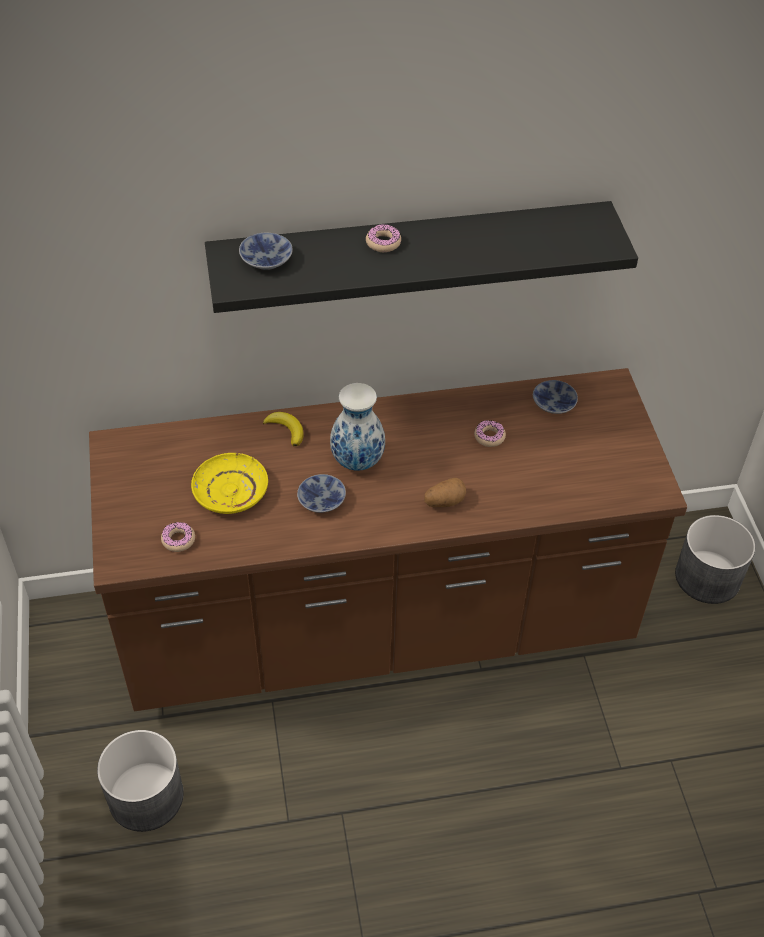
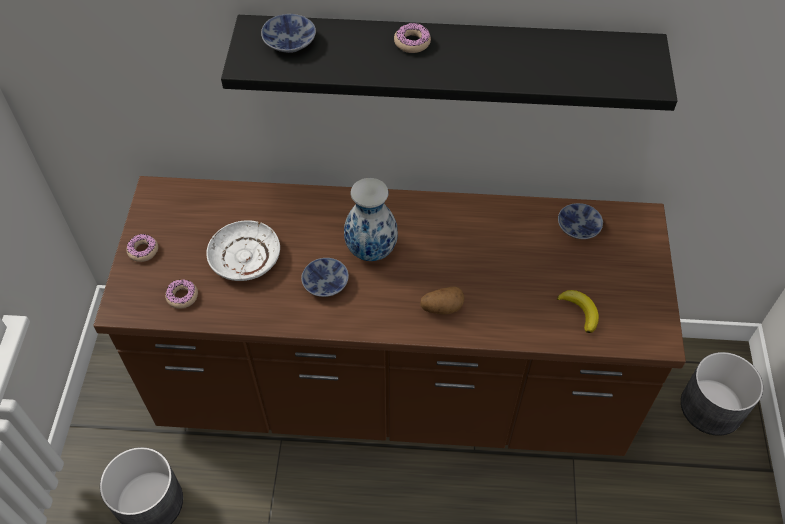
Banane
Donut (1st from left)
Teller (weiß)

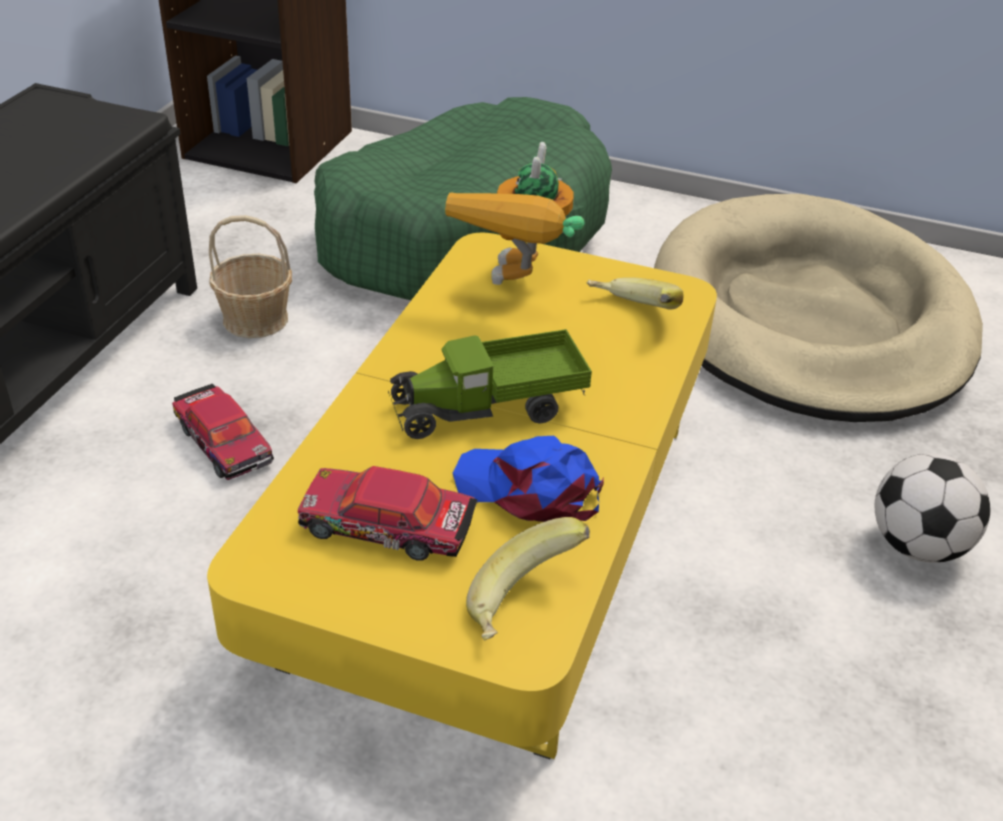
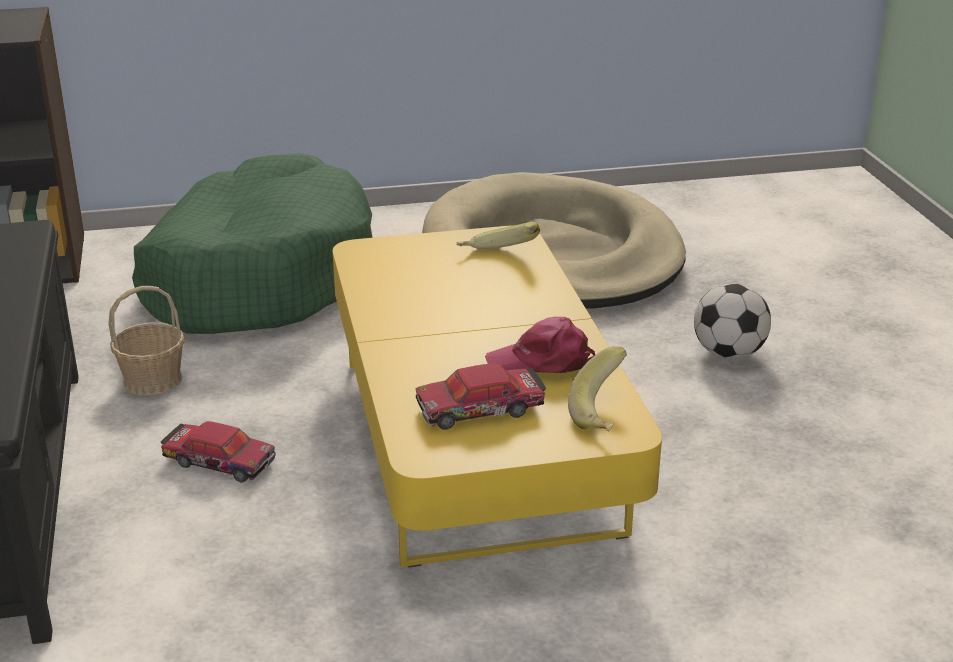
Spielzeugroboter
Spielzeuglaster
Kappe (rosa)

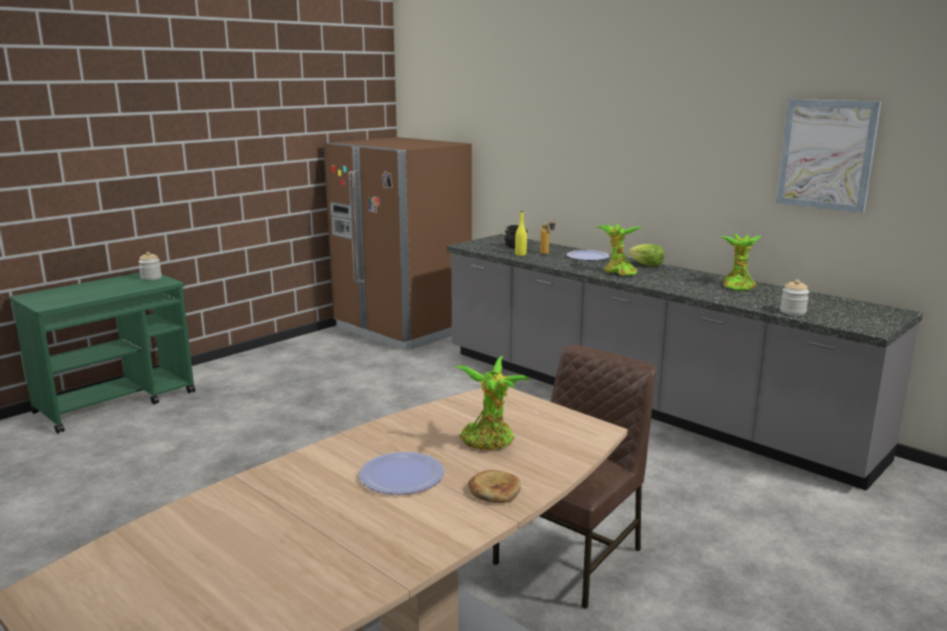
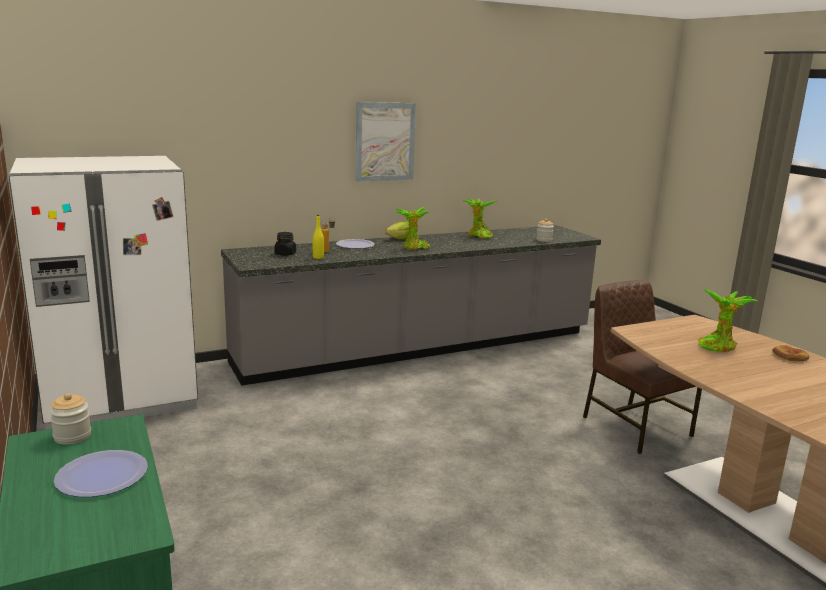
Bild
Kühlschrank (weiß)
Teller (1st from left)

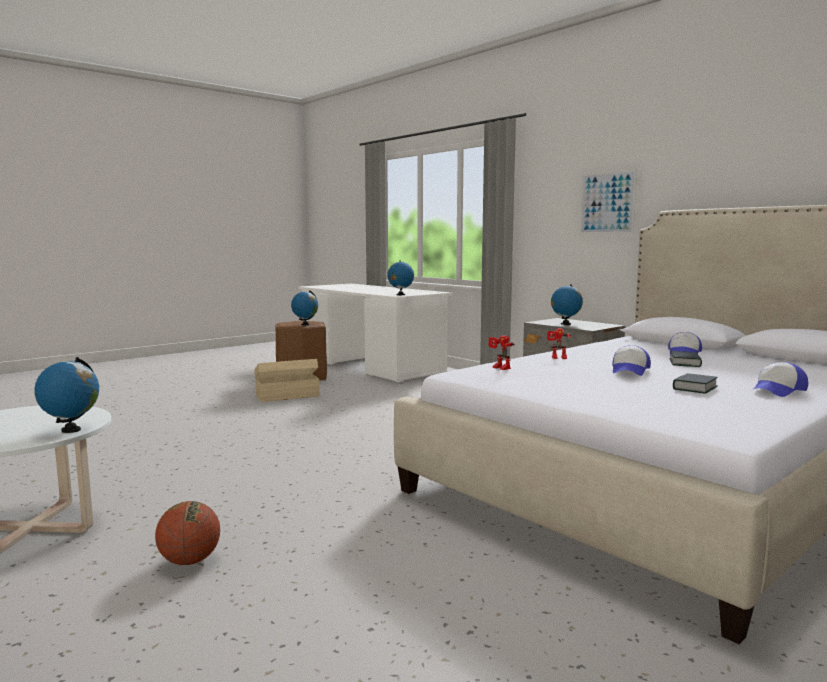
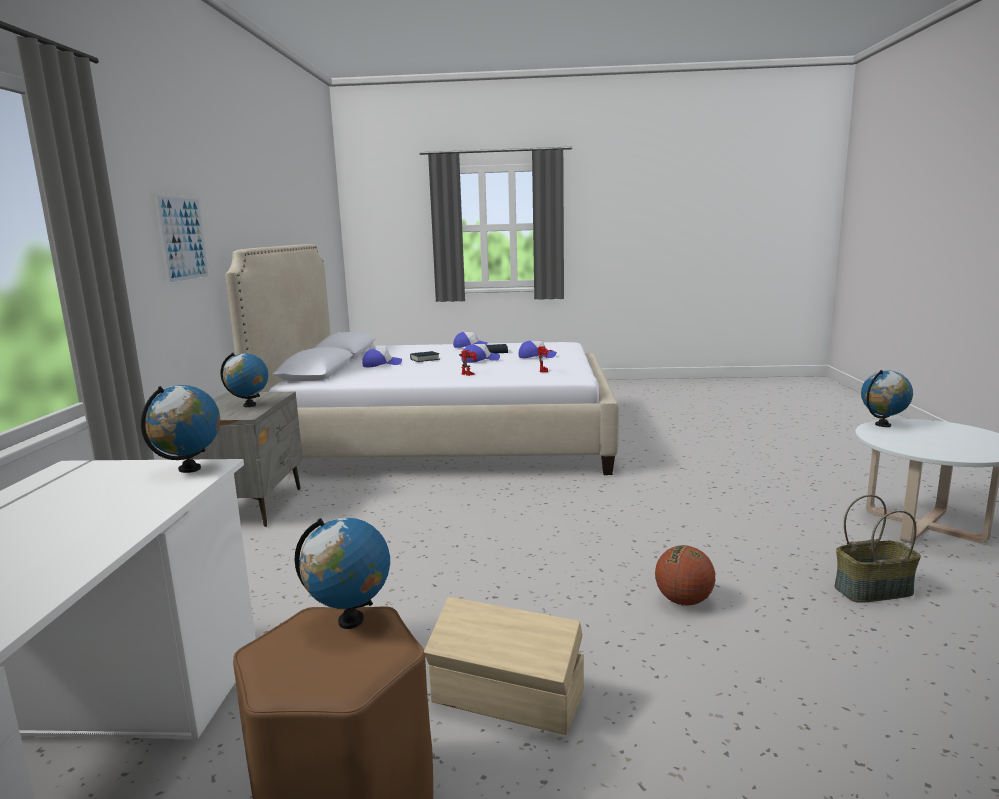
Basketball
Kappe (4th from left)
Korb

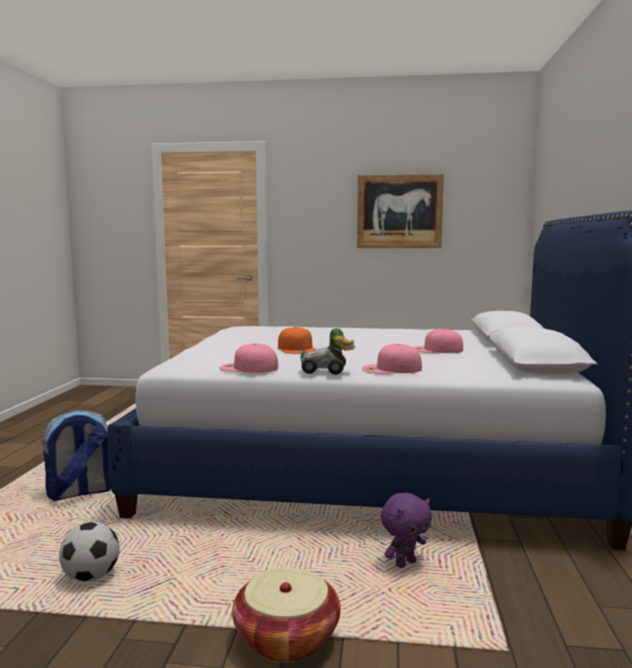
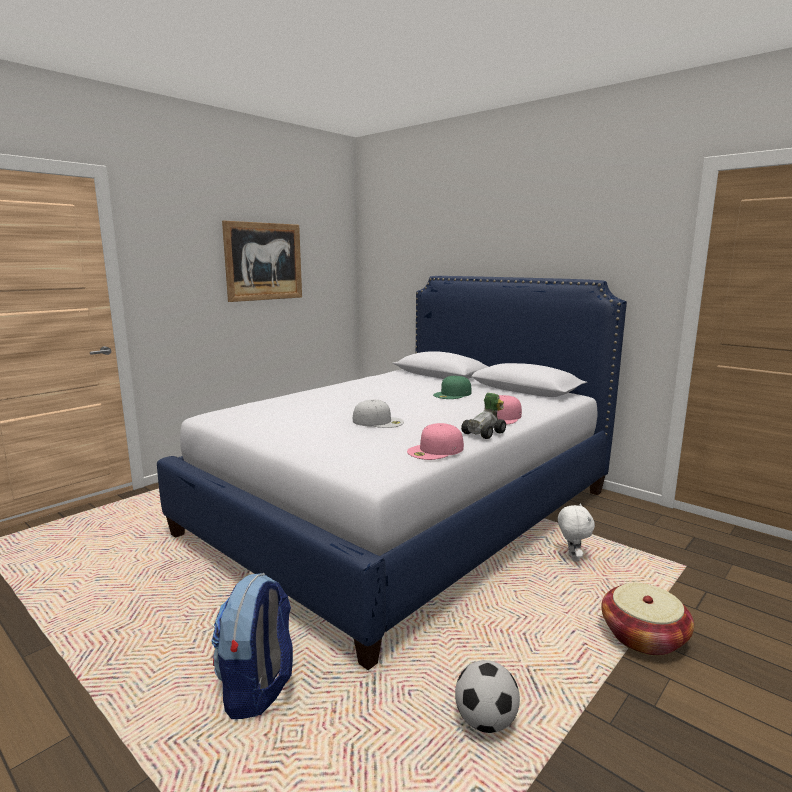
Kappe (weiß)
Kappe (grün)
Plüschtier (weiß)

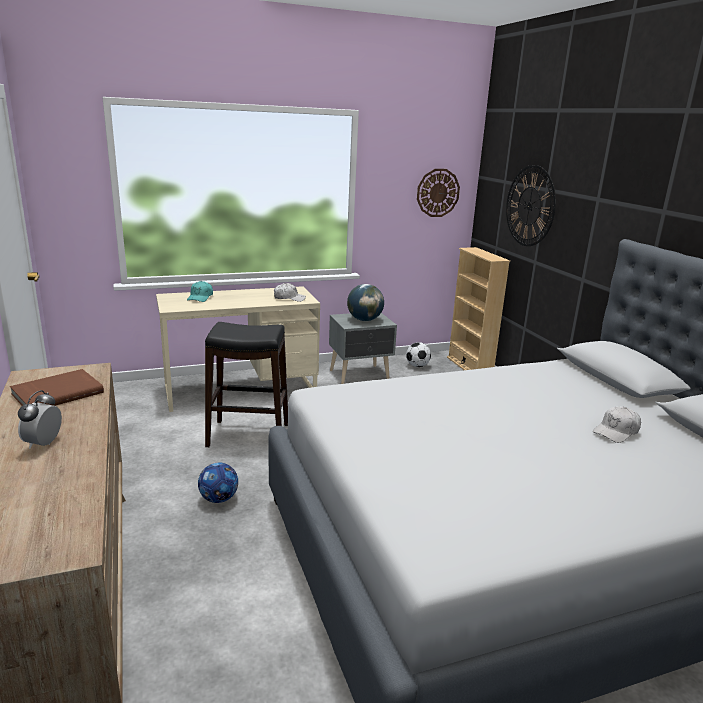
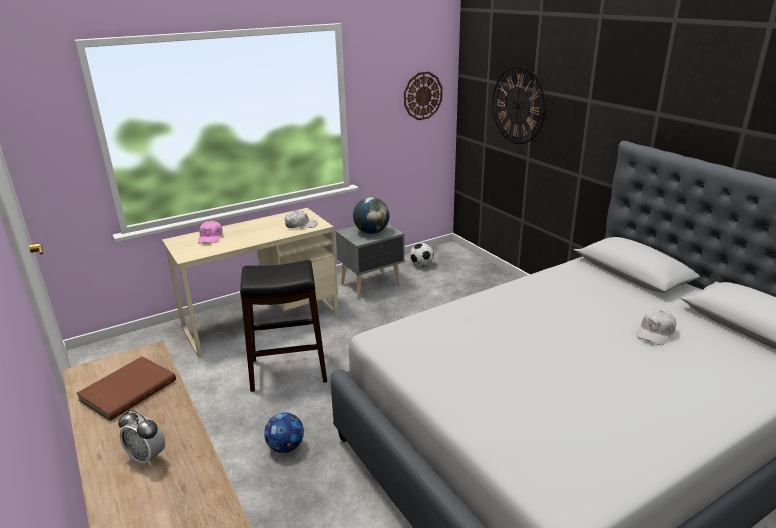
Bücherregal (beige)
Kappe (rosa)
Wecker

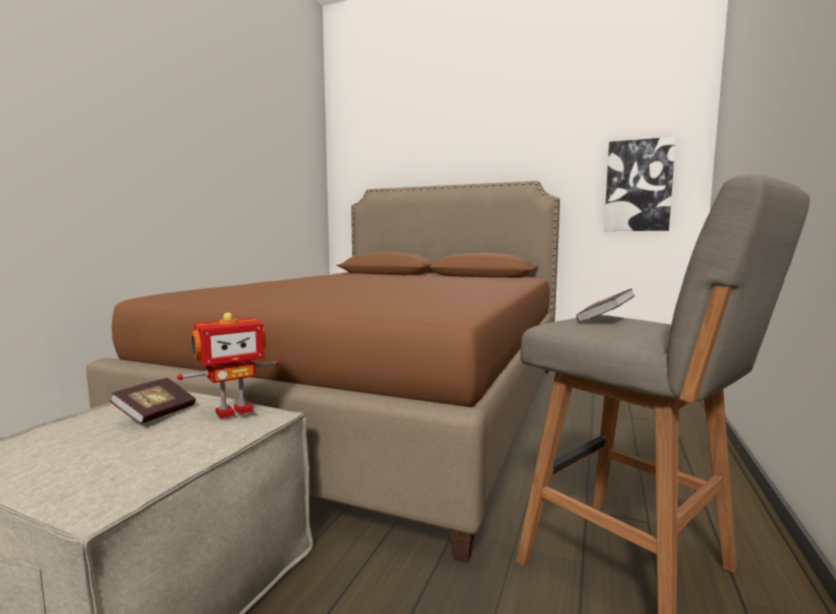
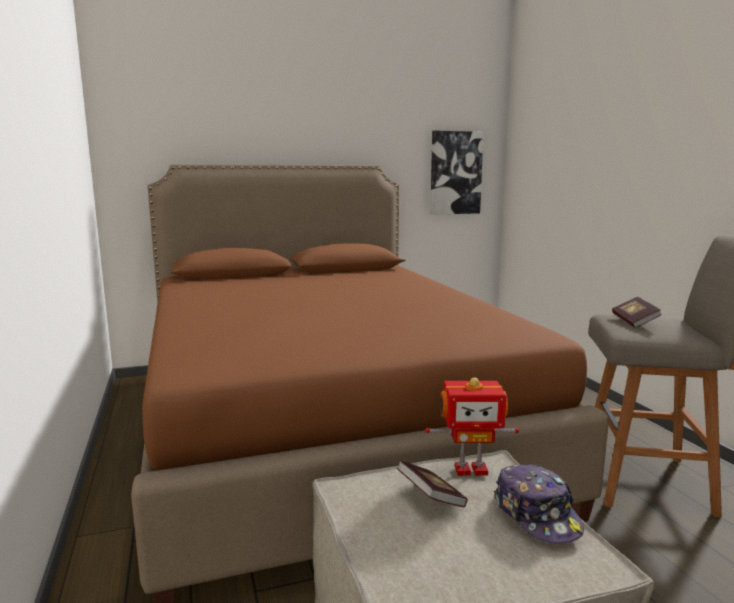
Spielzeugroboter
Kappe

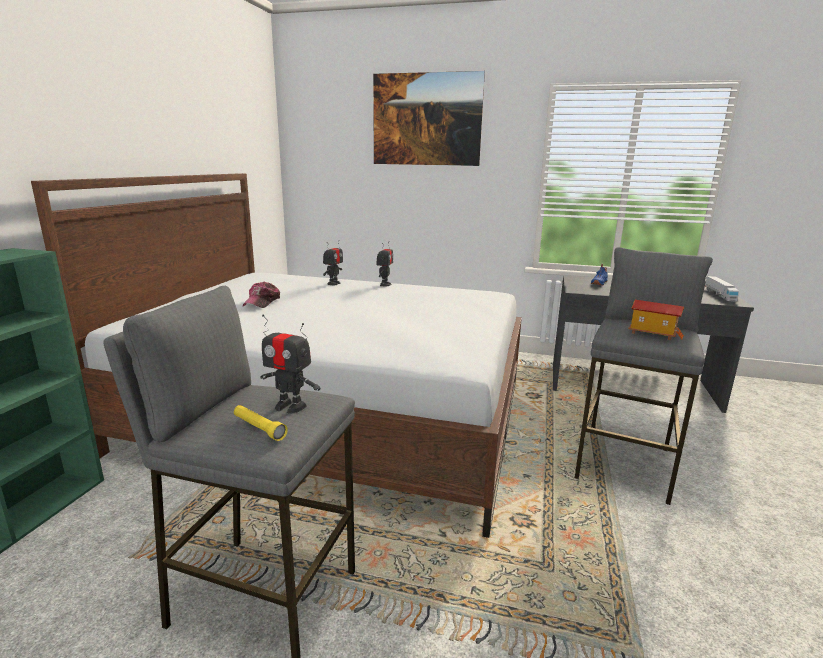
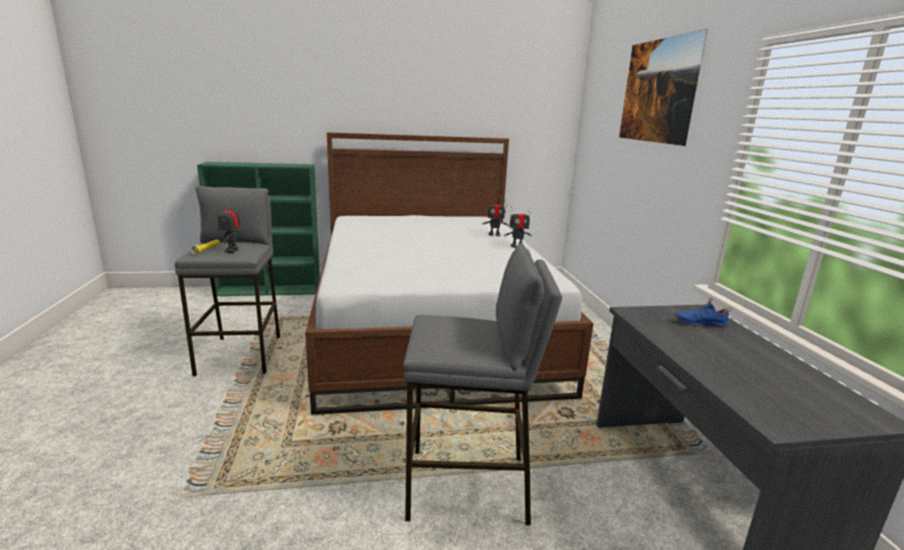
Spielzeuglaster
Kappe
Spielzeughaus

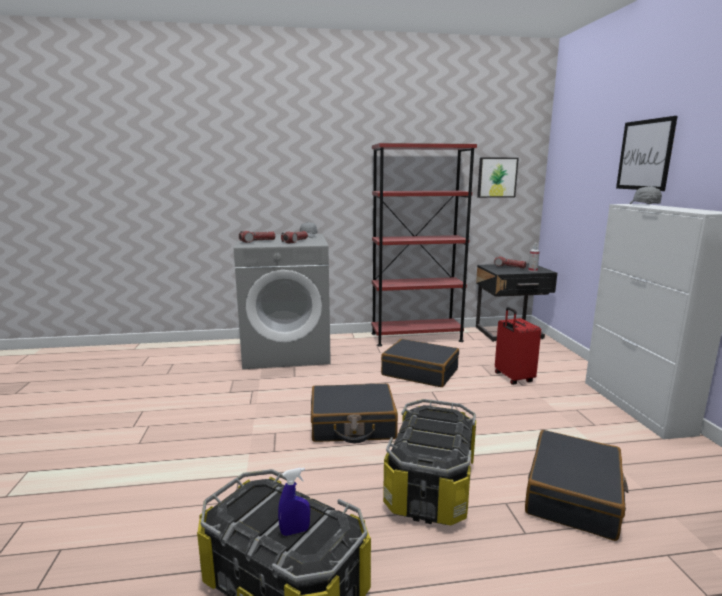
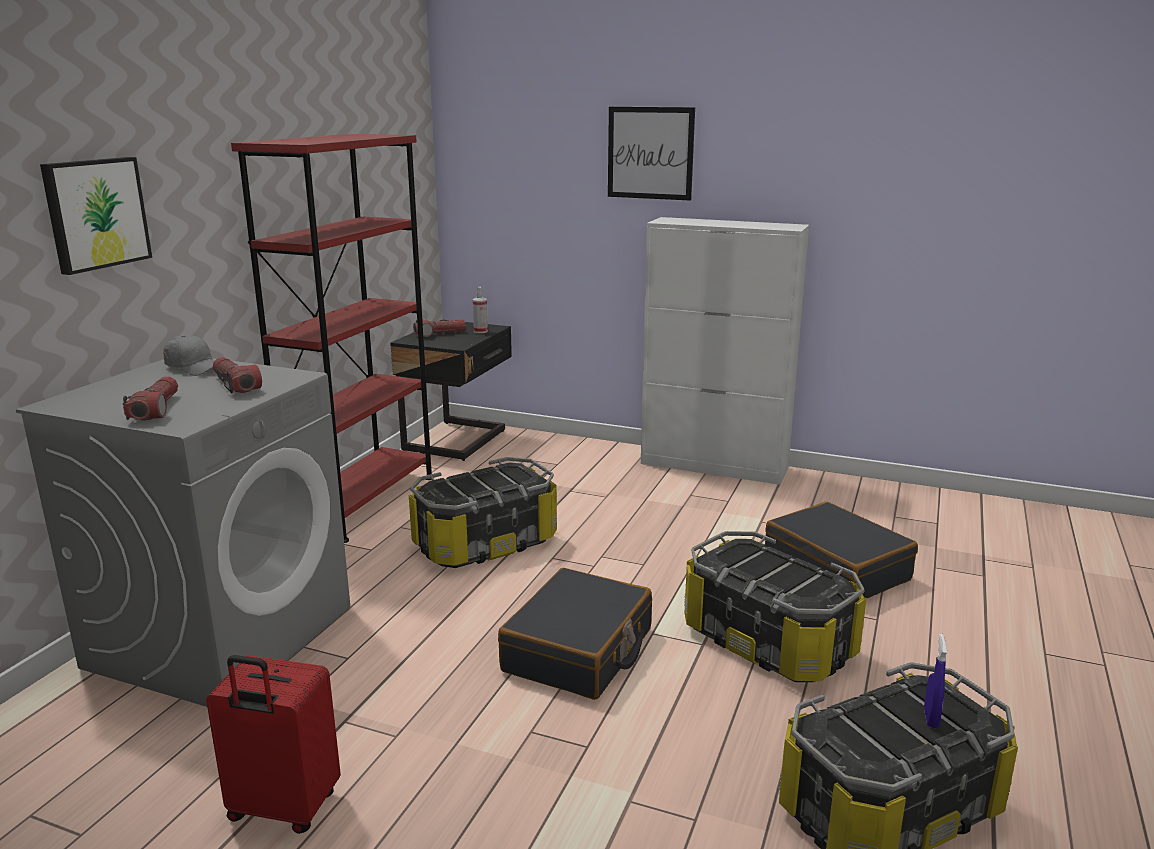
Bild (1st from left)
Kappe (grau) (2nd from left in the first image)
Koffer (rot)
Aufbewahrungsbox (1st from left)

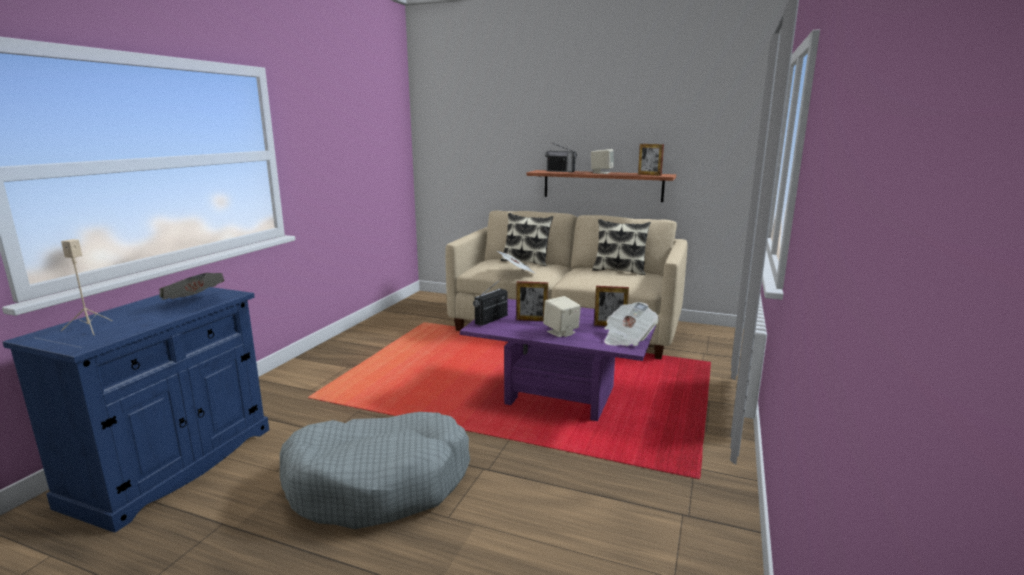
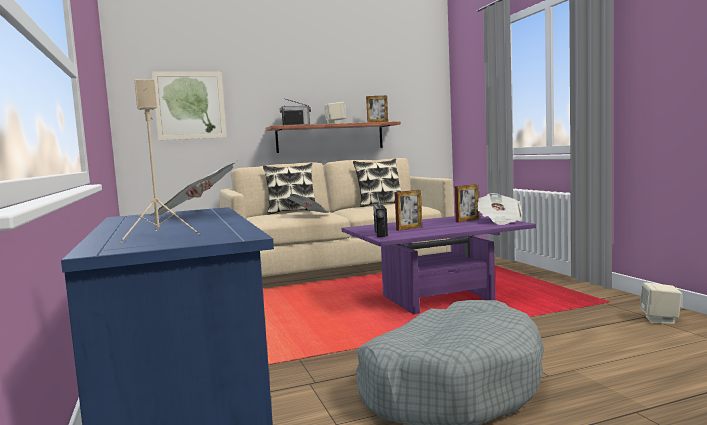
Lautsprecher (beige) (3rd from left)
Bild

